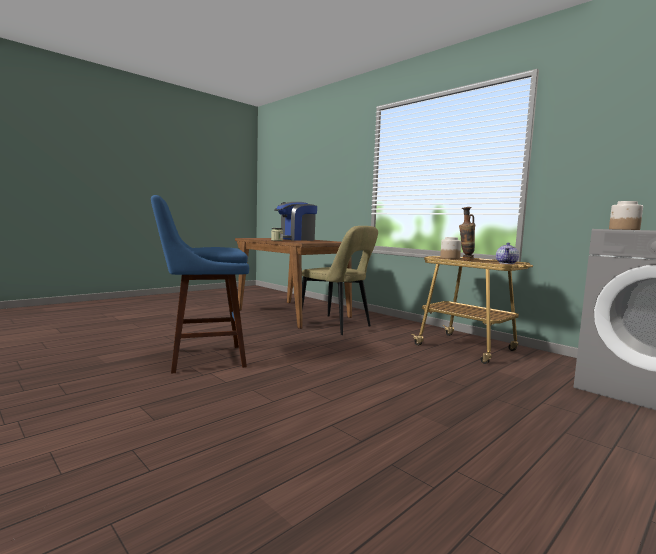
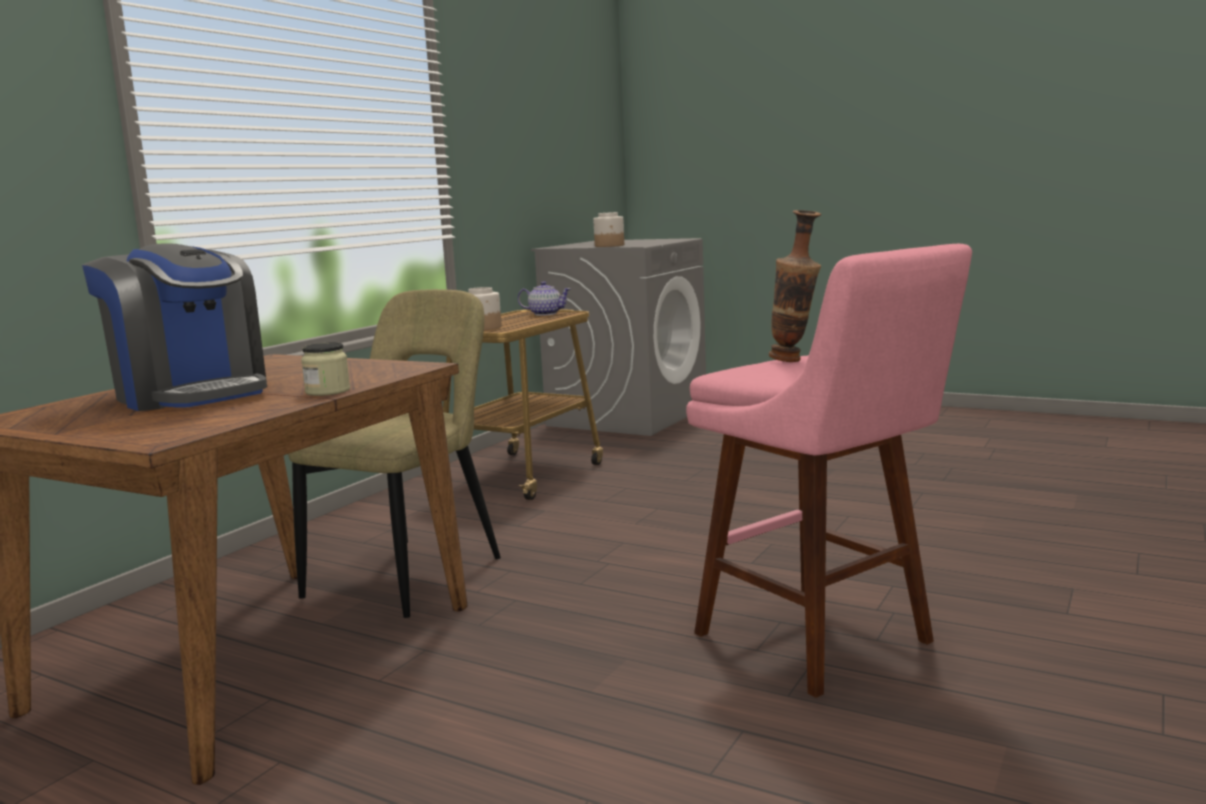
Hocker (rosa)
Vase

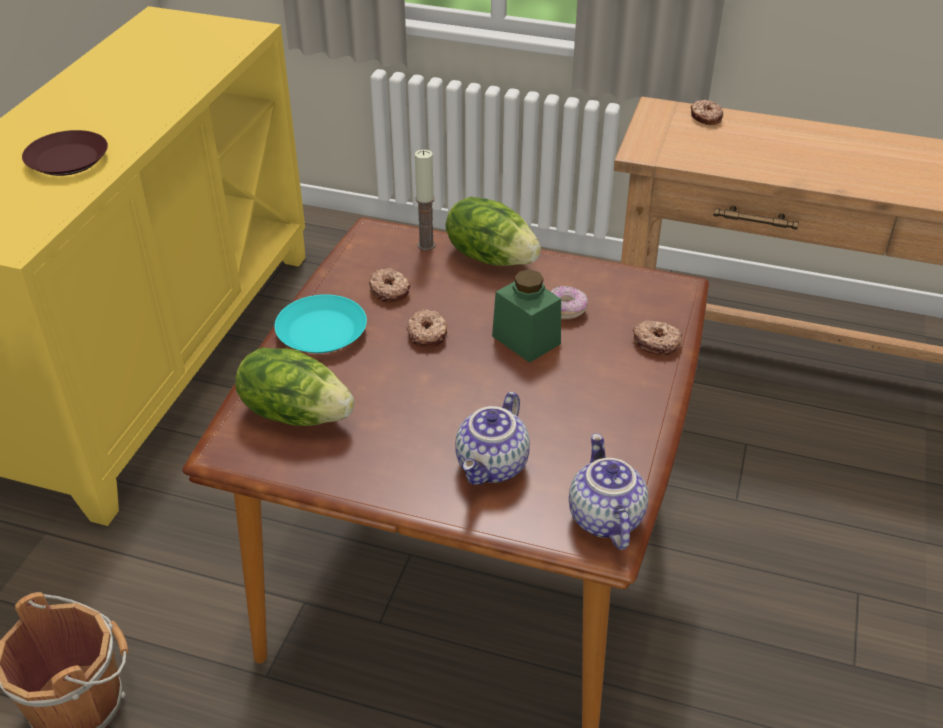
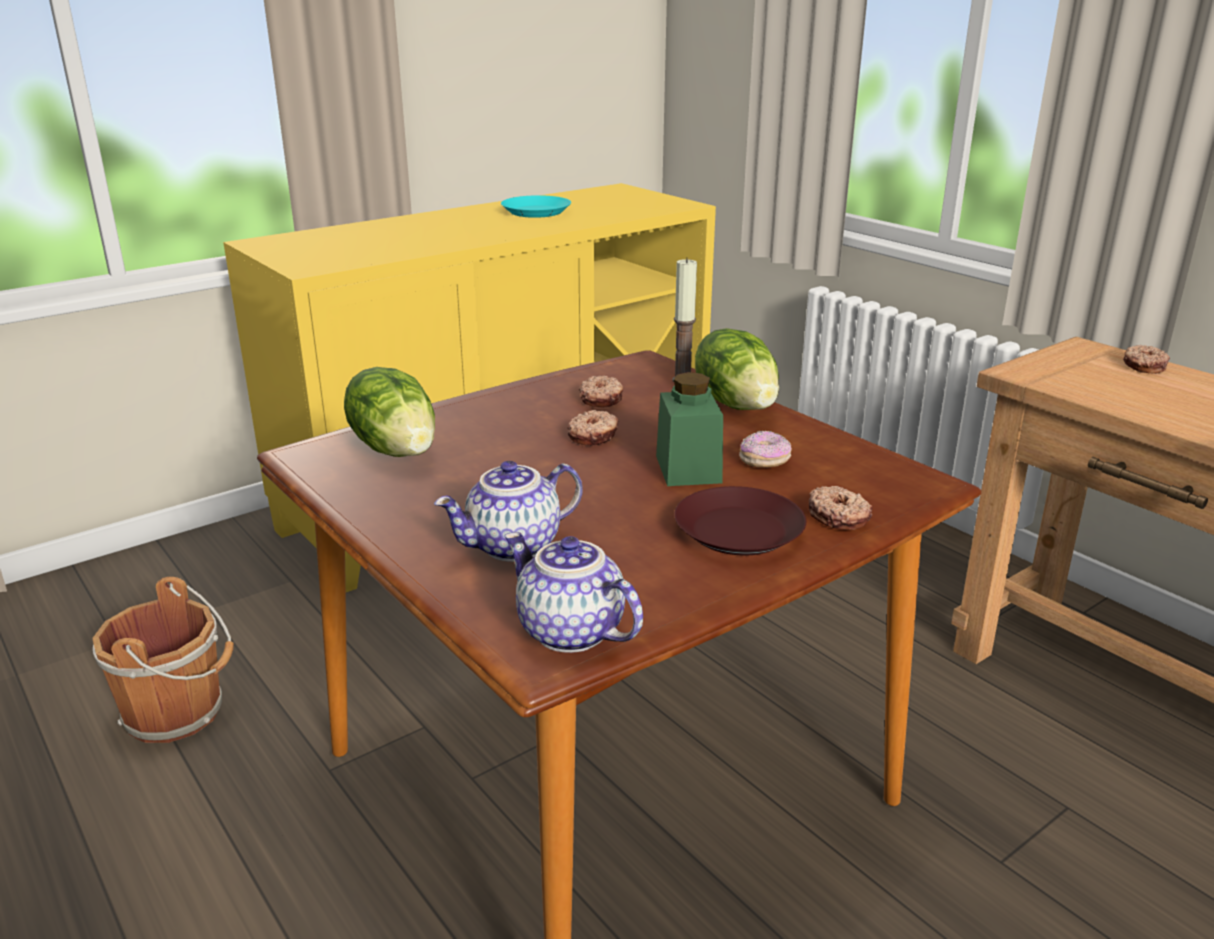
Teller (braun)
Teller (türkis)
Teekanne (2nd from left)

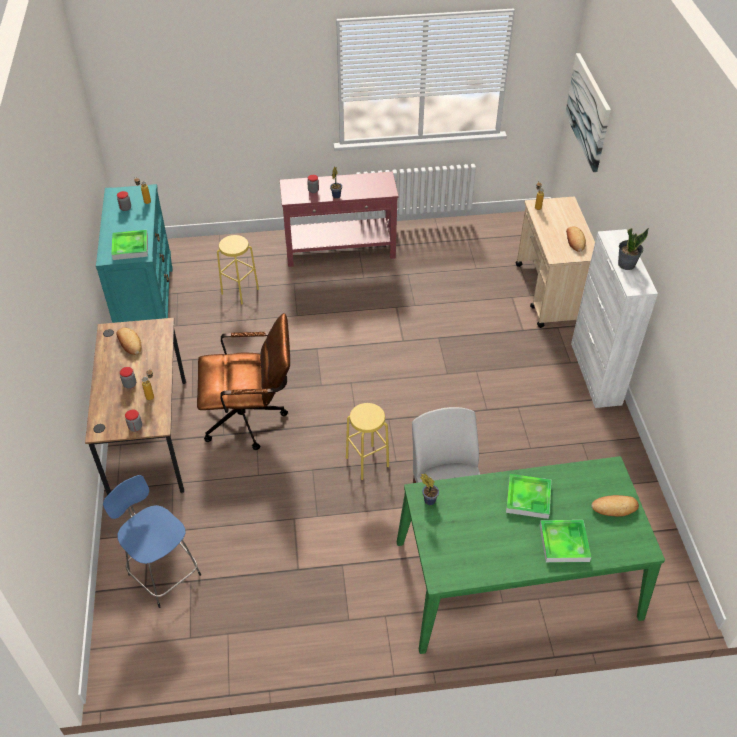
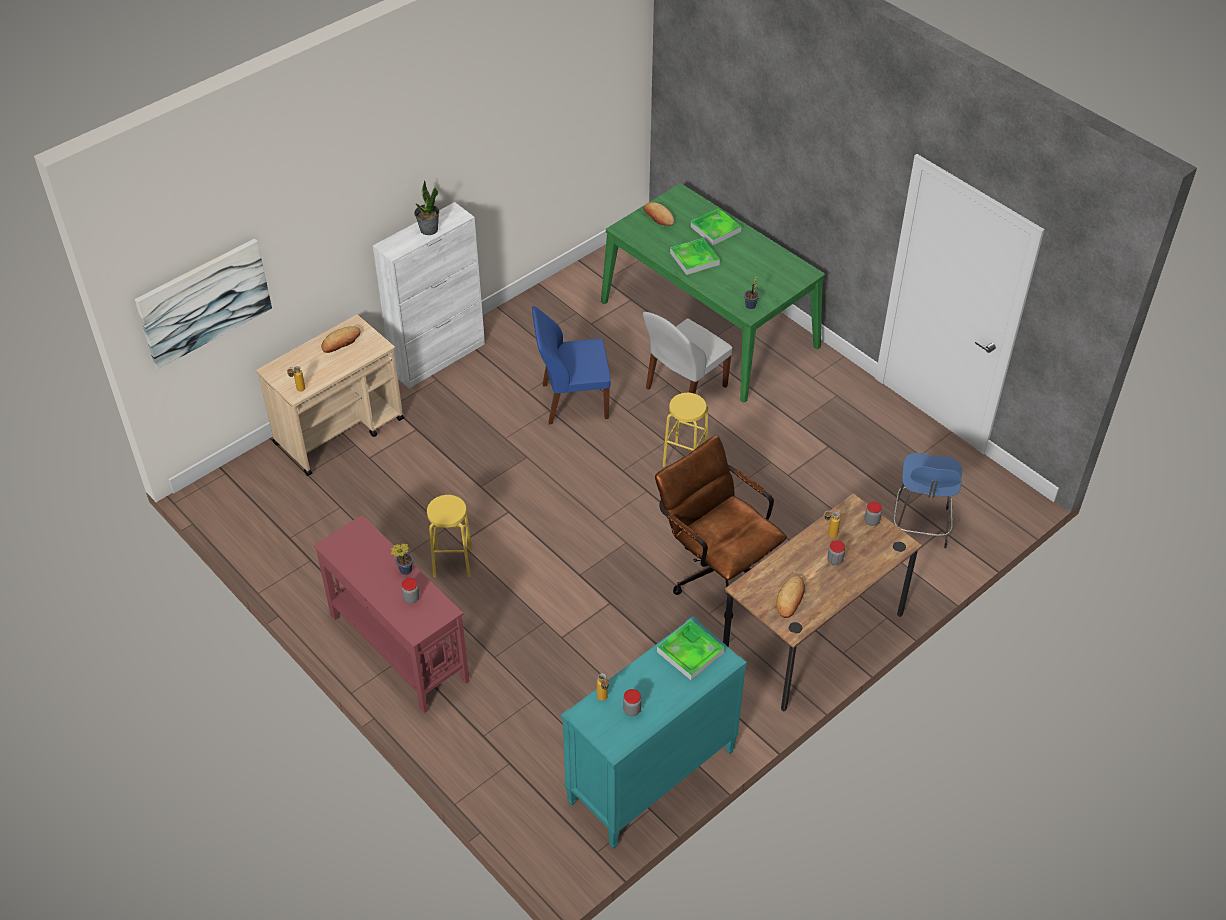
Hocker (gelb) (1st from left)
Stuhl (blau)

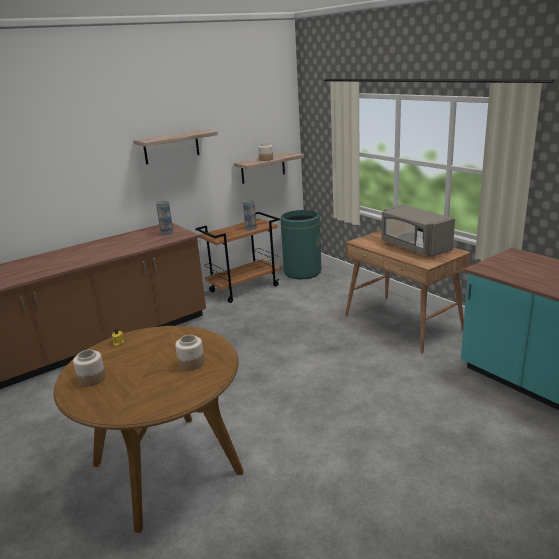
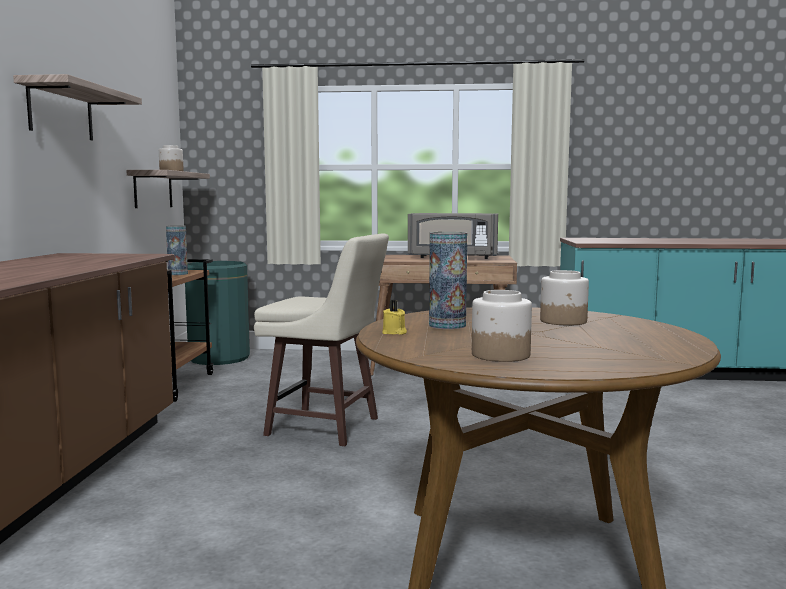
Vase (2nd from left)
Hocker (beige)

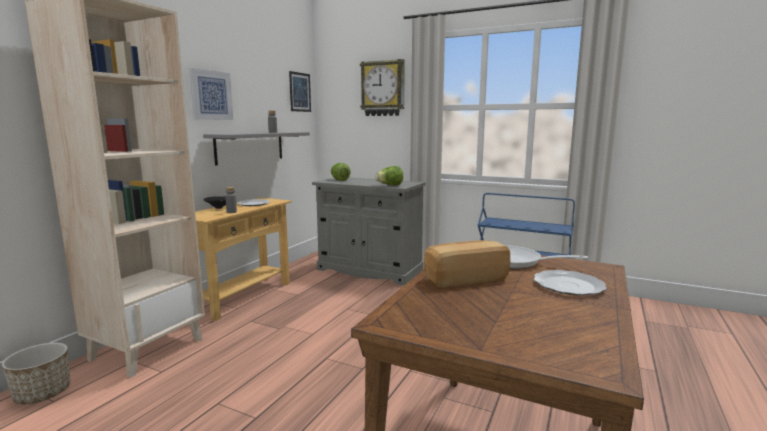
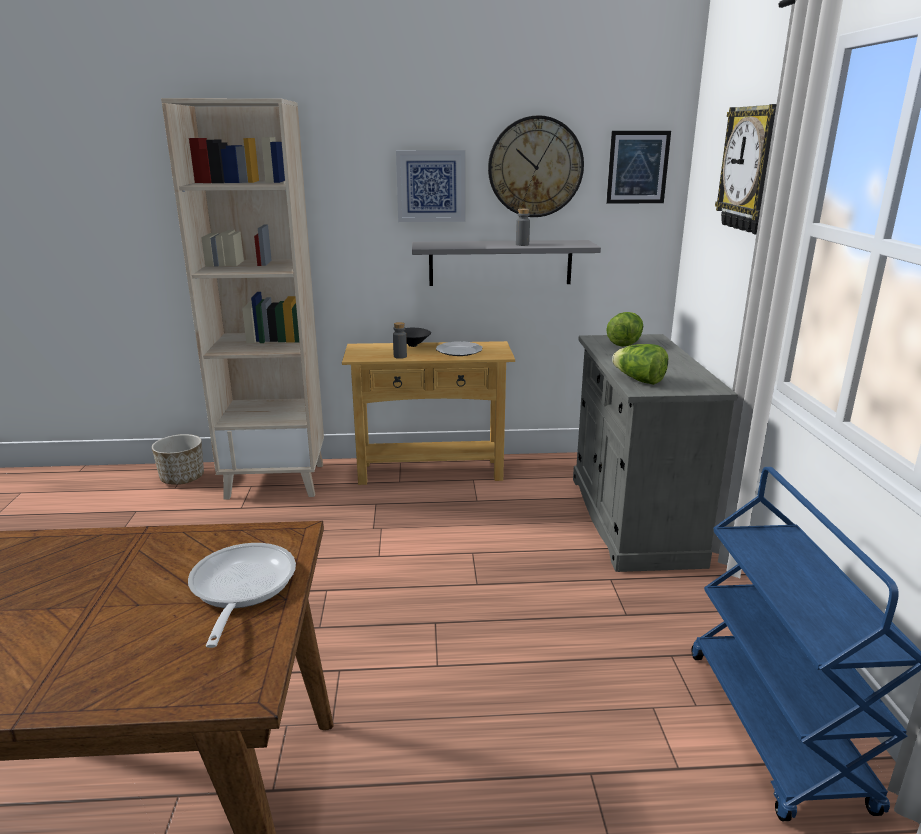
Brot
Teller (2nd from left in the first image)
Wanduhr (1st from left)

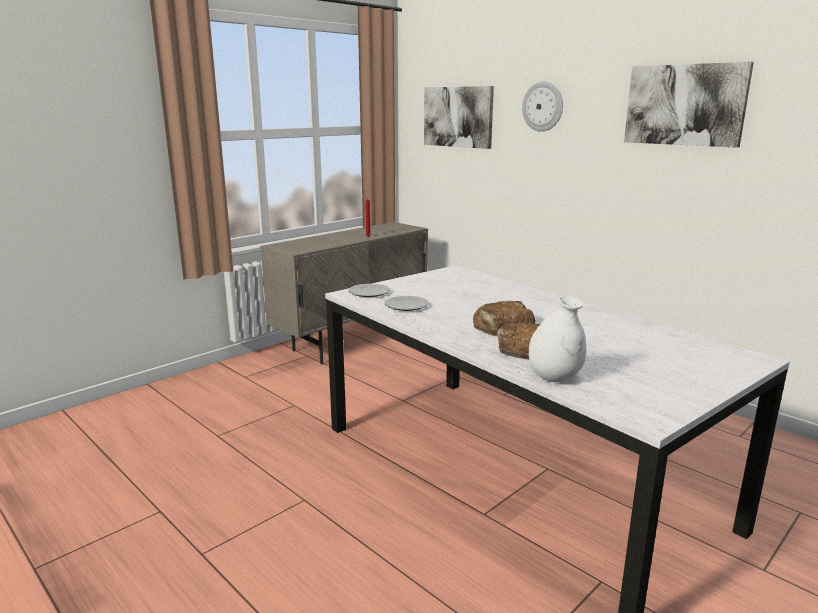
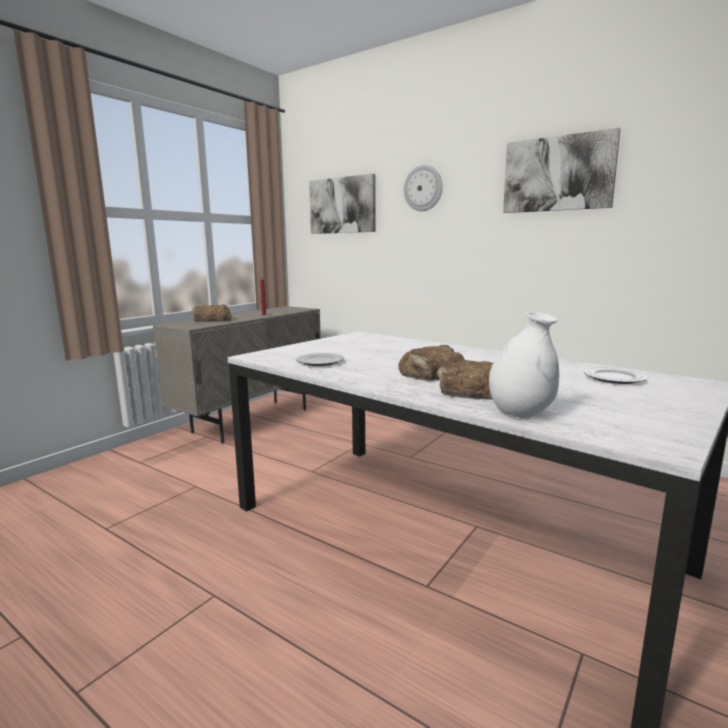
Teller (2nd from left)
Brot (1st from left)

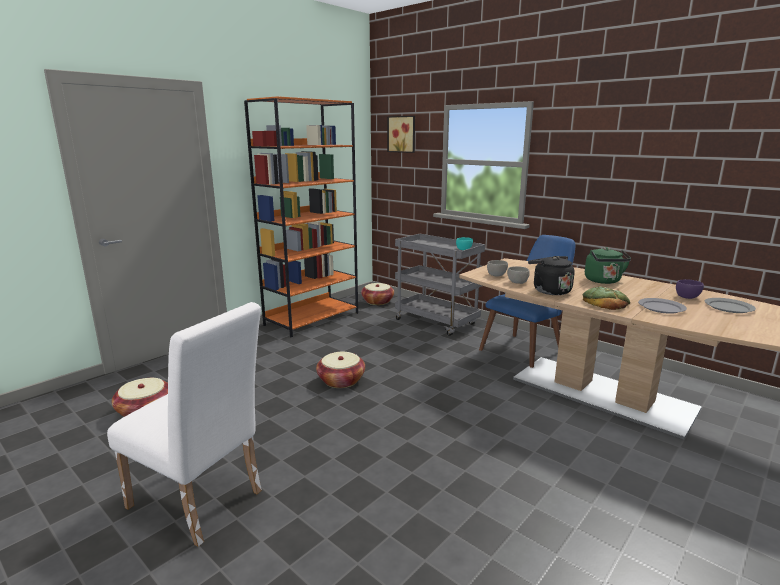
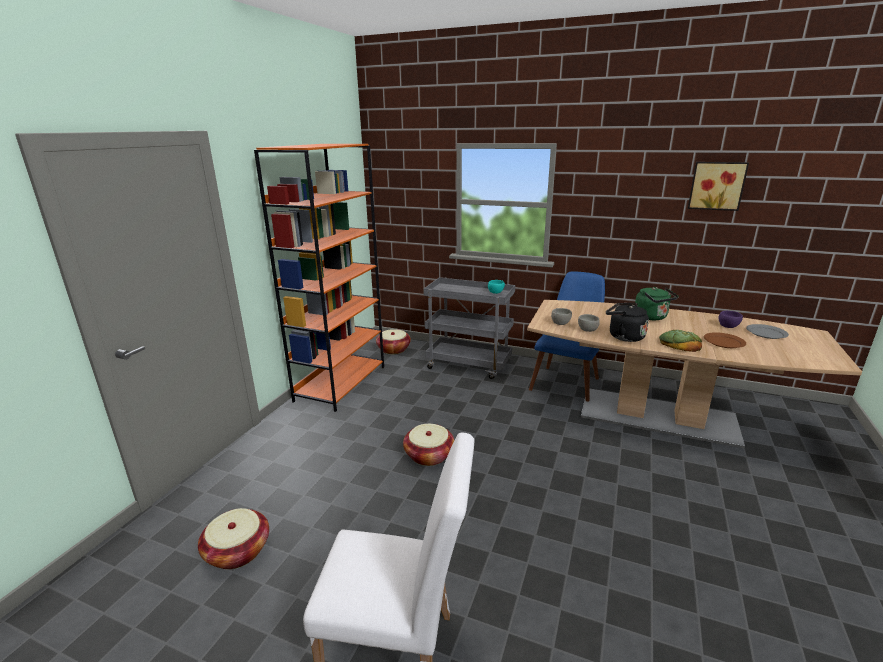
Bild
Teller (braun)

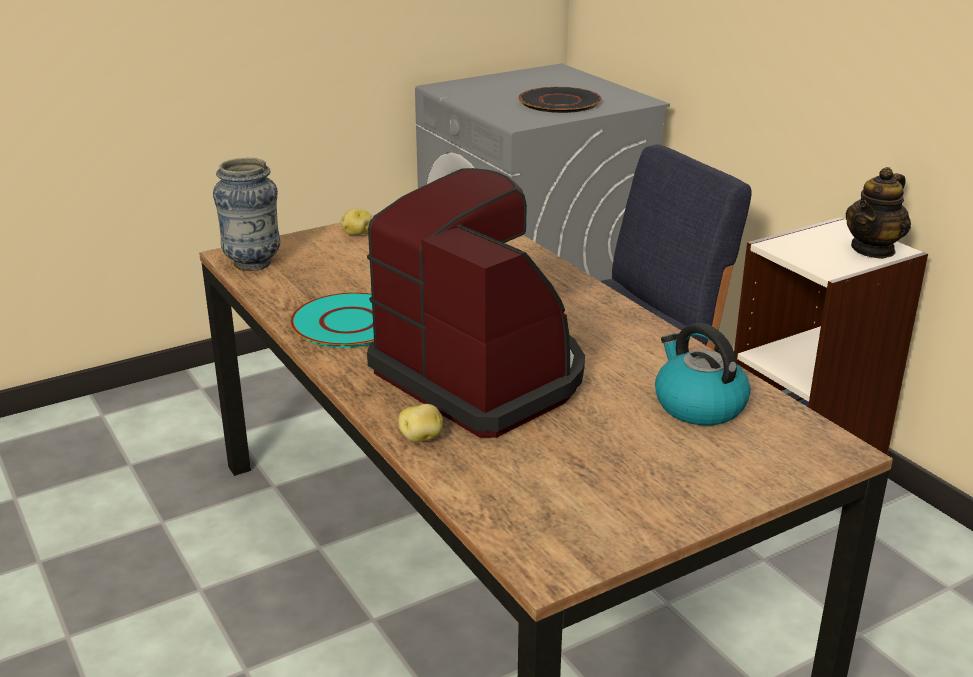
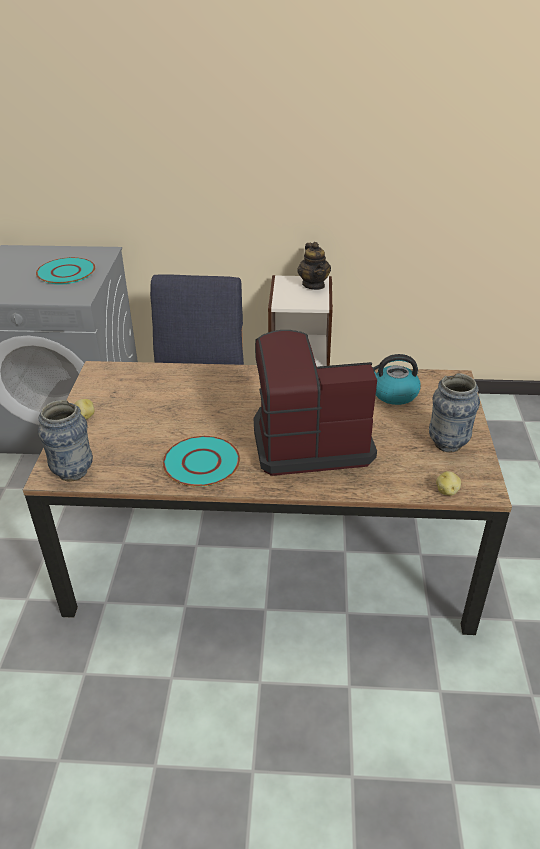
Teller (türkis) (1st from left)
Kartoffel (2nd from left)
Vase (2nd from left)

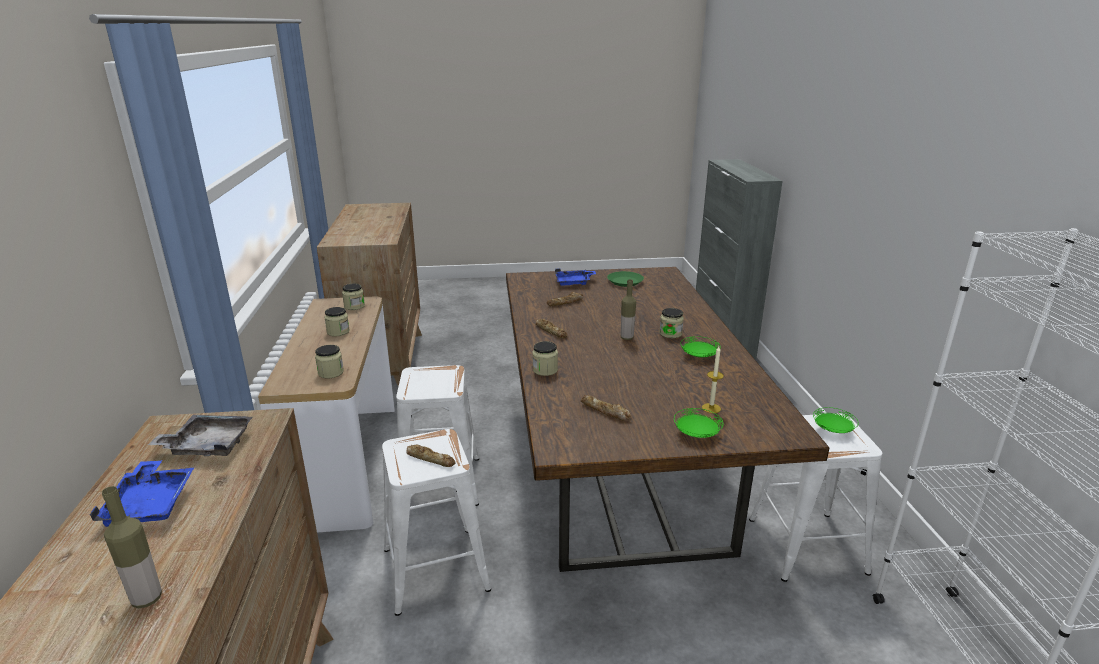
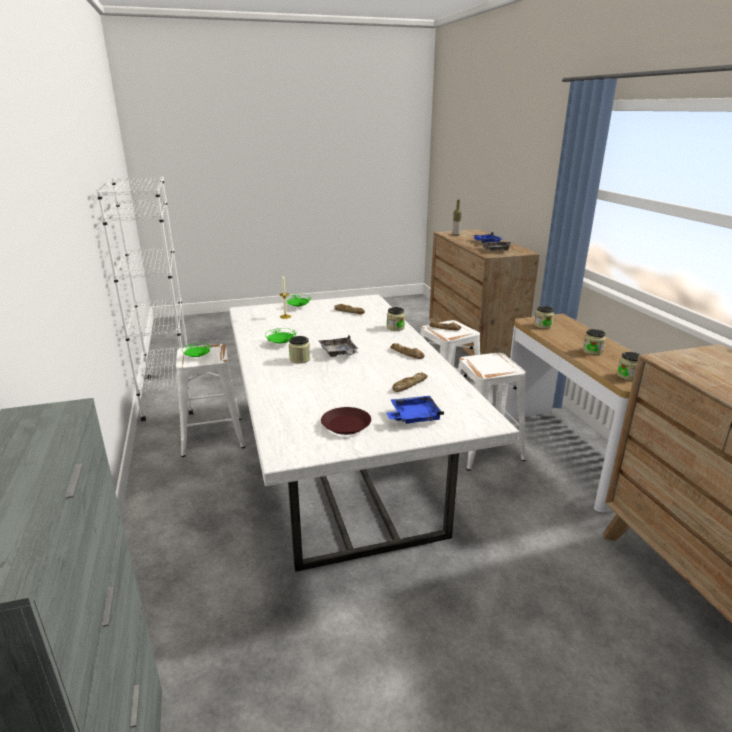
Esstisch (weiß)
Teller (braun)
Tablett (grau) (1st from left)

